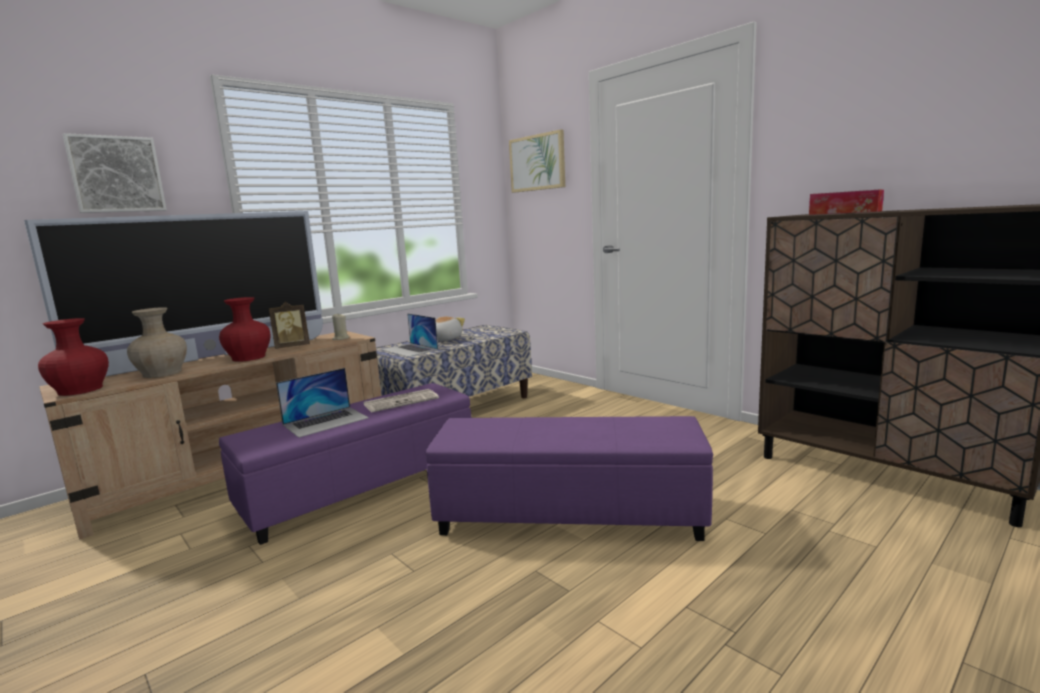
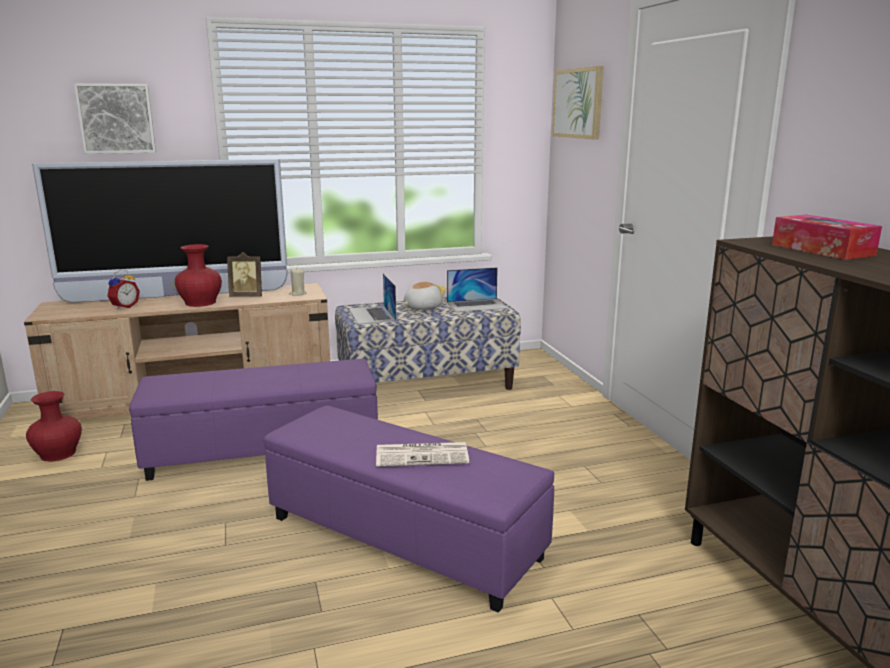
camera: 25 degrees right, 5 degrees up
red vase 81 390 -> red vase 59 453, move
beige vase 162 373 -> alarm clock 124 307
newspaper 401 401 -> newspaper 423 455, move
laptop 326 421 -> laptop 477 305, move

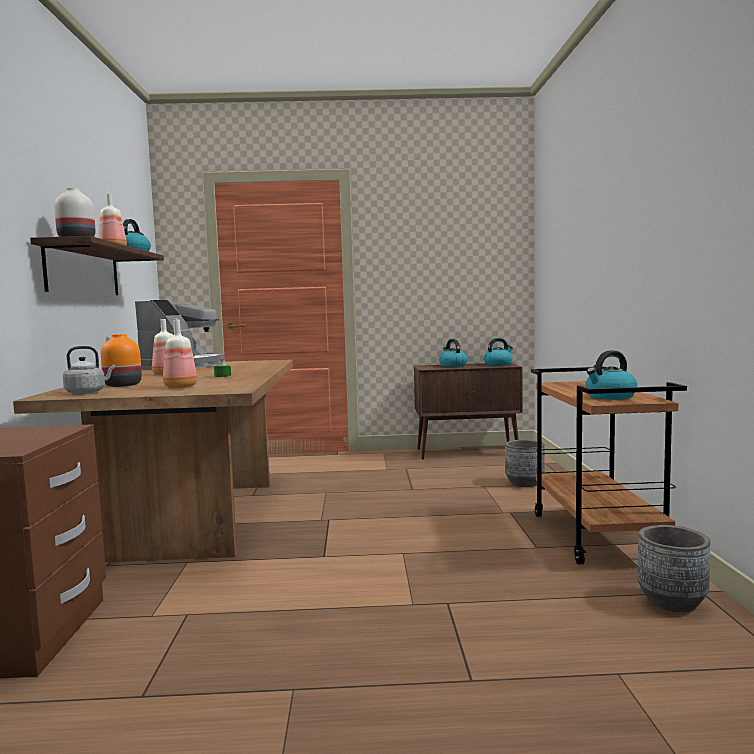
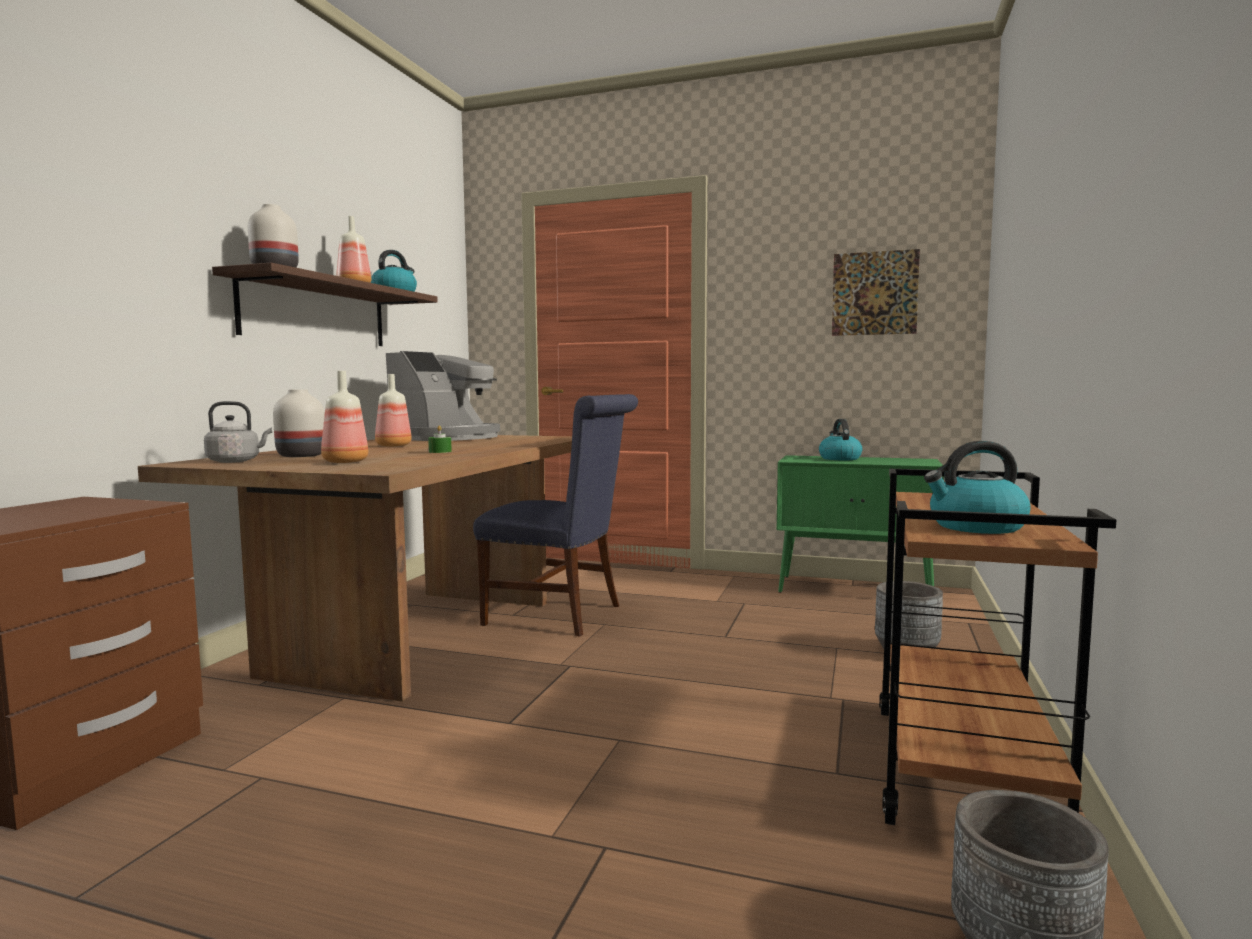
camera: 20 degrees right, 0 degrees up
orange vase 122 385 -> white vase 301 455
none -> blue chair 562 615
brown cabinet 468 452 -> green cabinet 856 590
none -> picture 874 293
kettle 498 364 -> none

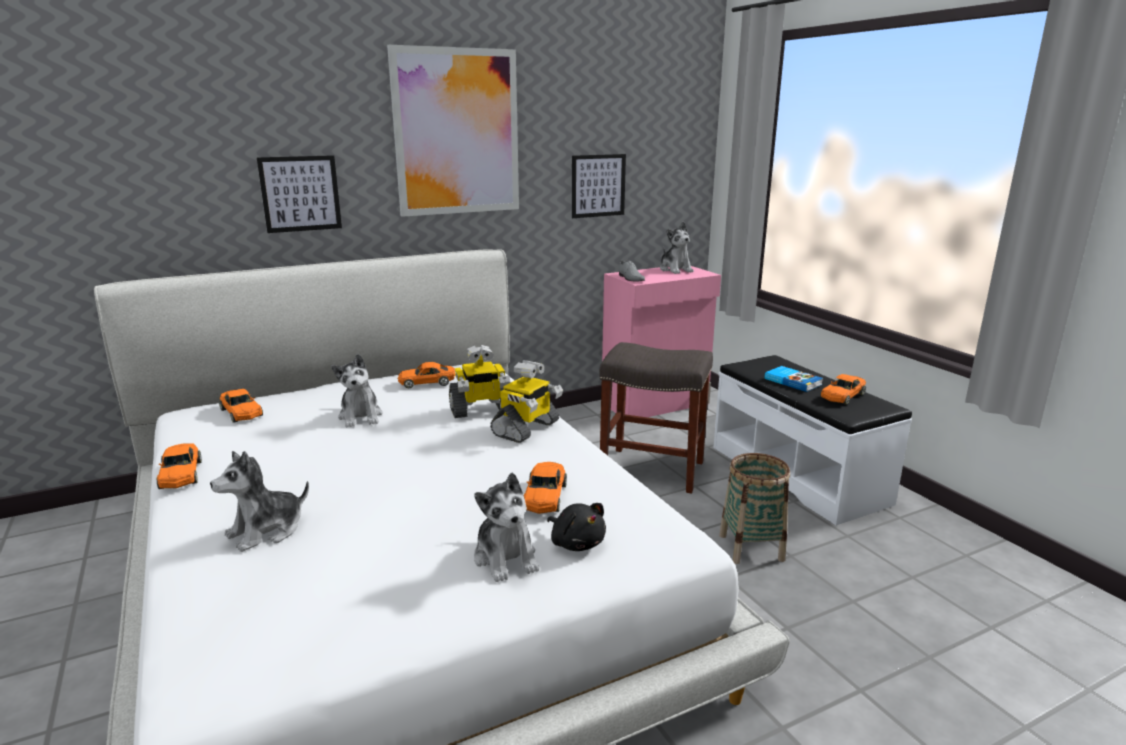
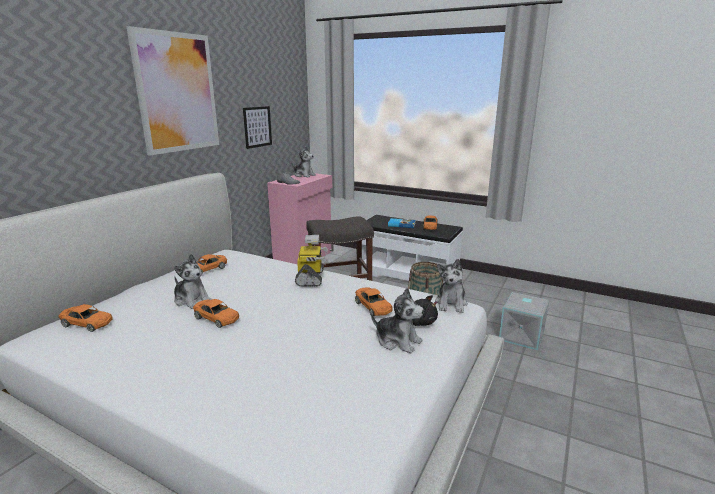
camera: 35 degrees left, 0 degrees up
orange toy car 180 474 -> orange toy car 216 318, move
plush toy 266 531 -> plush toy 451 304, move
none -> grey storage box 522 336
picture 300 193 -> none
toy robot 481 410 -> none

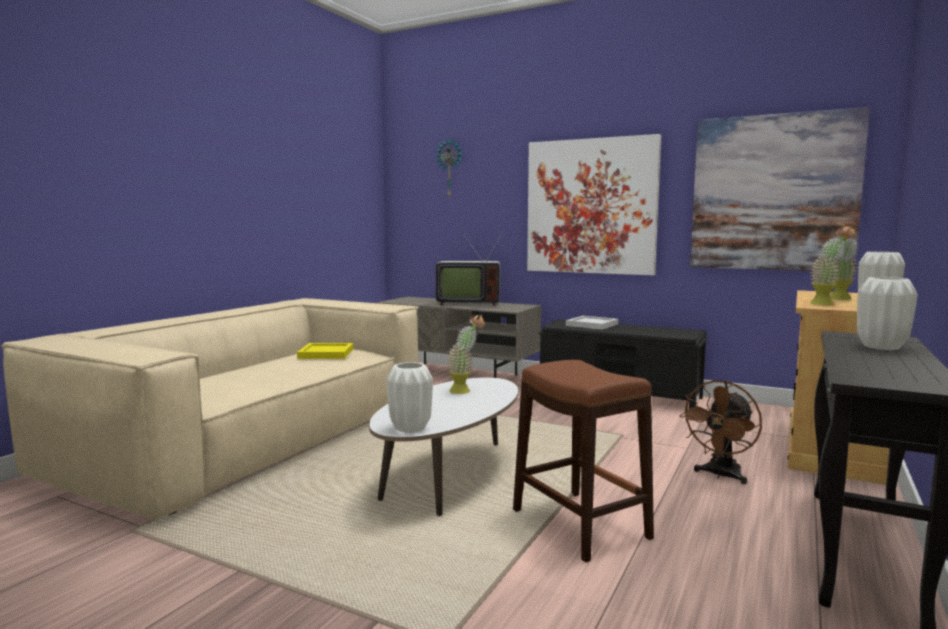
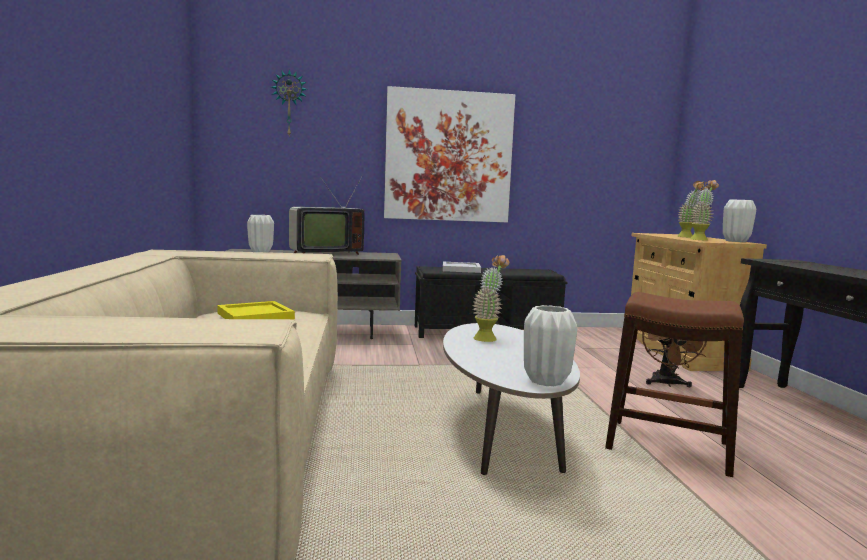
camera: 35 degrees left, 0 degrees up
white vase 881 347 -> white vase 260 251, move
picture 773 193 -> none

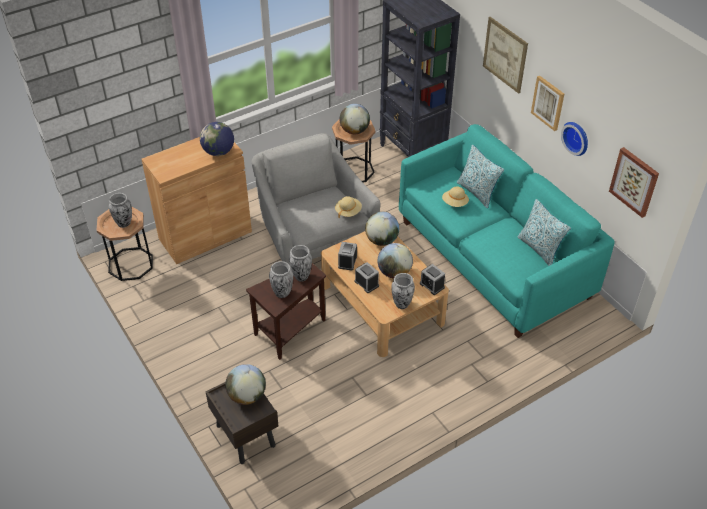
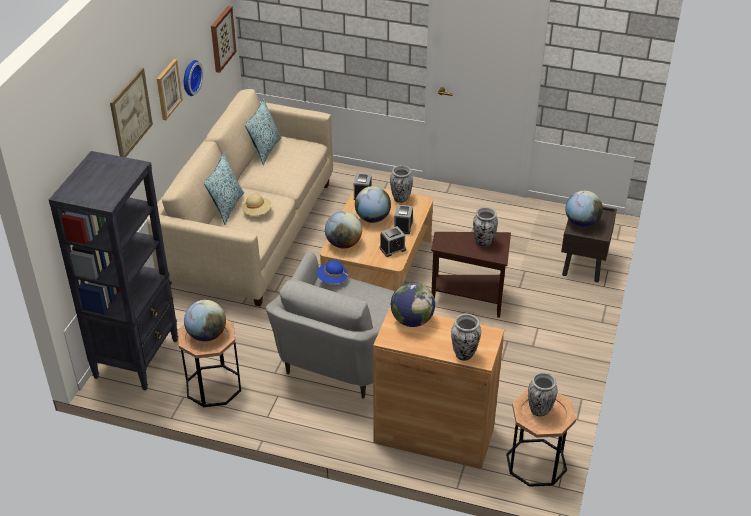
camera: 130 degrees left, 5 degrees down
turquoise sofa 493 259 -> beige sofa 250 232
beige hat 348 211 -> blue hat 332 279
vase 301 276 -> vase 464 354, move

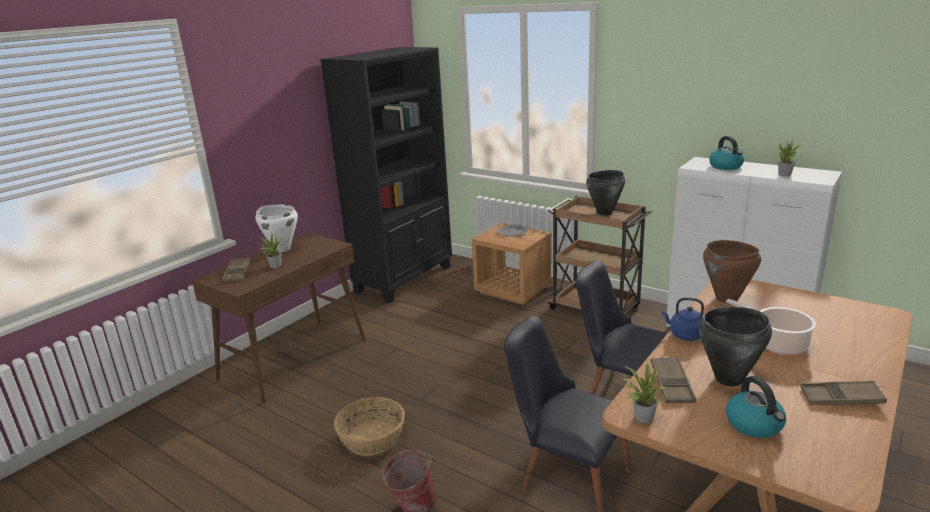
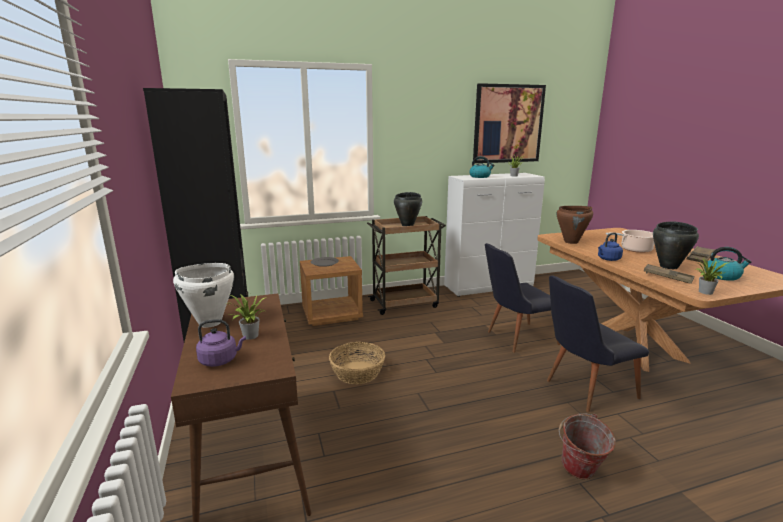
camera: 55 degrees left, 5 degrees down
brown tray 237 273 -> purple kettle 220 360
basket 371 438 -> basket 357 373, move
none -> picture 508 124

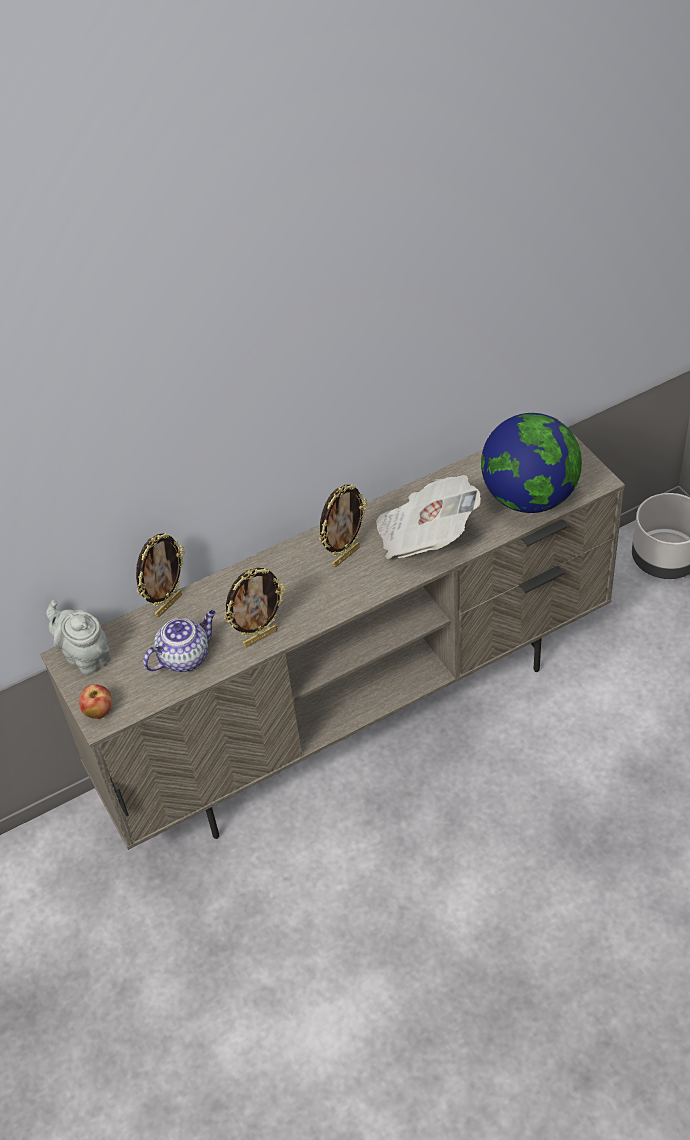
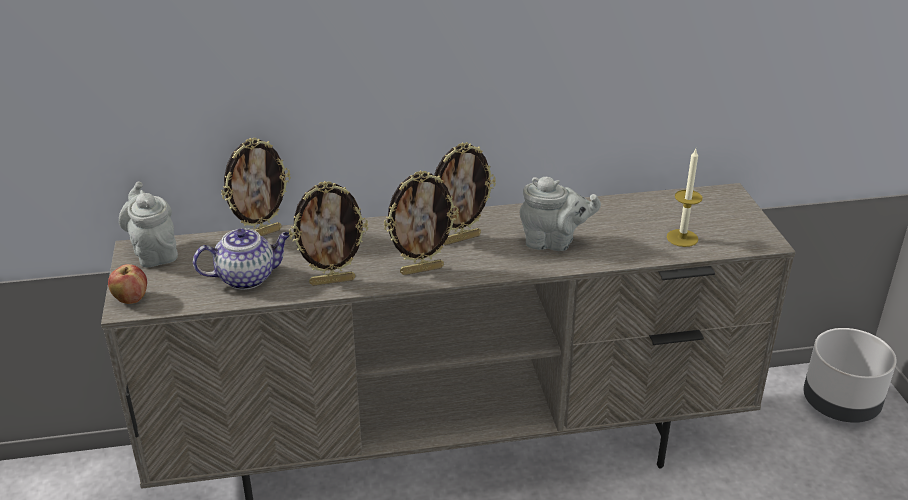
camera: 15 degrees right, 15 degrees down
none -> picture frame 421 269
newspaper 425 536 -> grey teapot 553 242
globe 529 497 -> candle 682 238

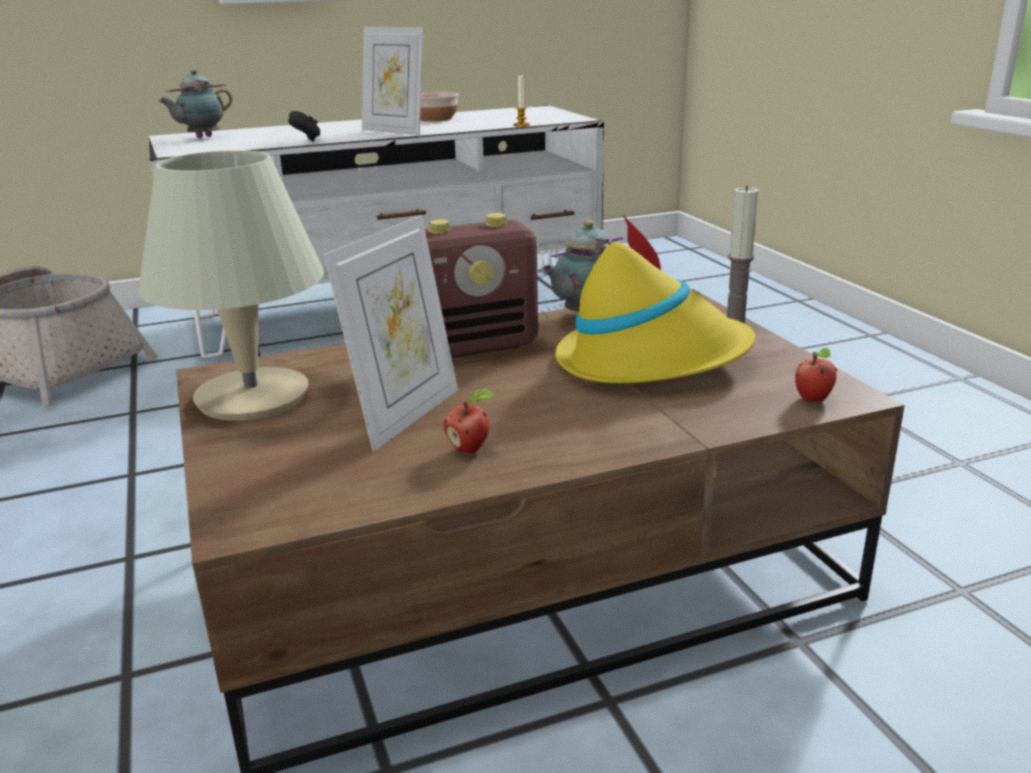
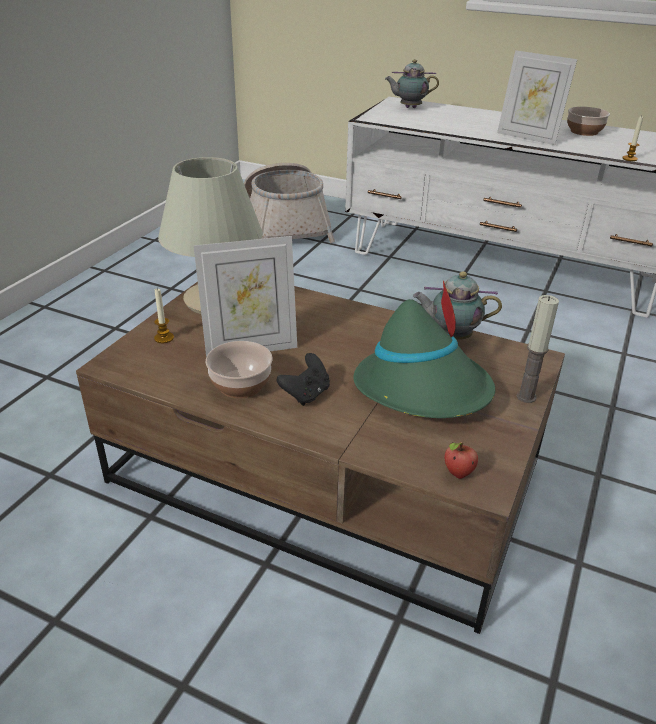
camera: 45 degrees right, 10 degrees up
none -> candle 164 338
apple 470 449 -> bowl 241 384
black game controller 306 139 -> black game controller 306 394, move
yellow hat 651 361 -> green hat 423 389
picture frame 395 131 -> picture frame 528 137, 45 degrees counterclockwise
radio 475 346 -> none

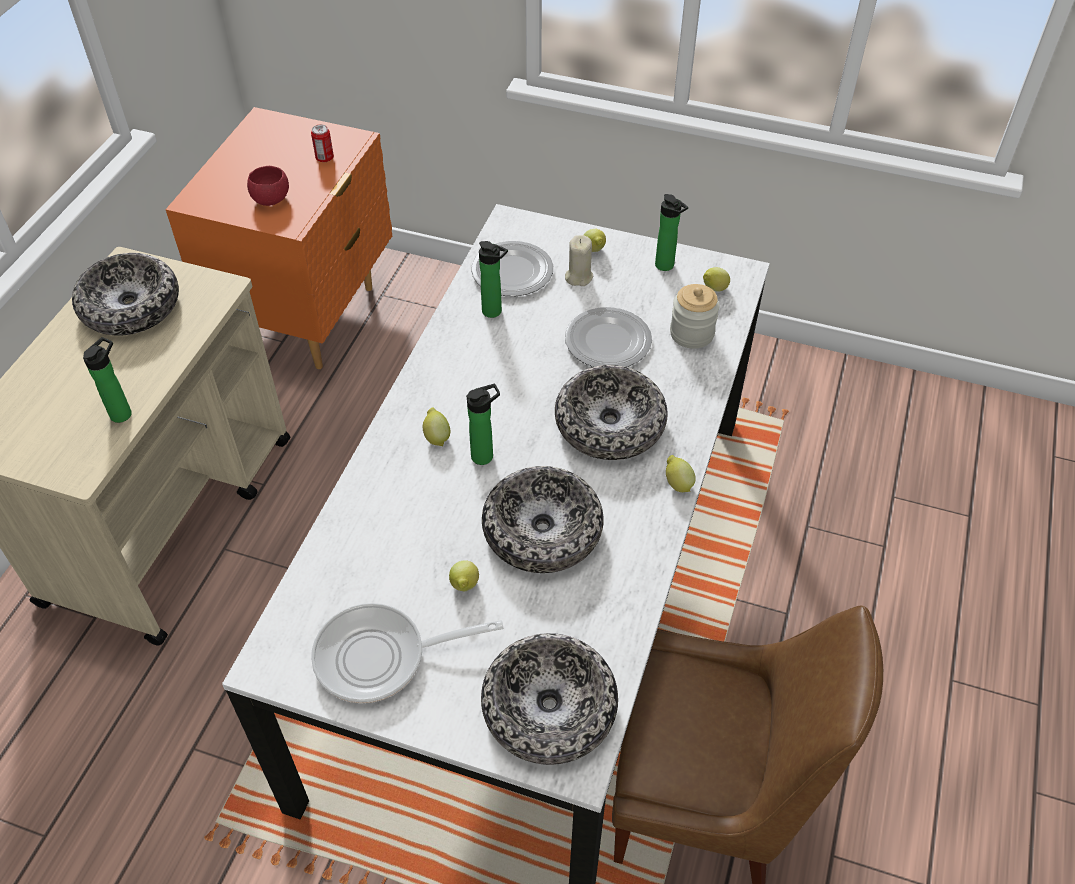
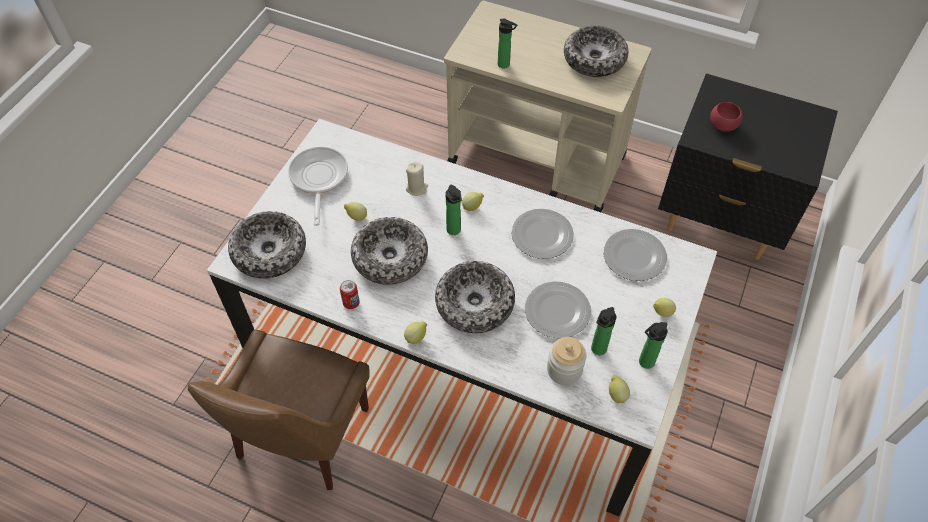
camera: 95 degrees right, 5 degrees up
can 324 158 -> can 351 303, move
beige candle 578 277 -> beige candle 417 188, move
none -> plate 541 234
bottle 494 312 -> bottle 597 350, move
orange nightstand 308 317 -> black nightstand 720 221

